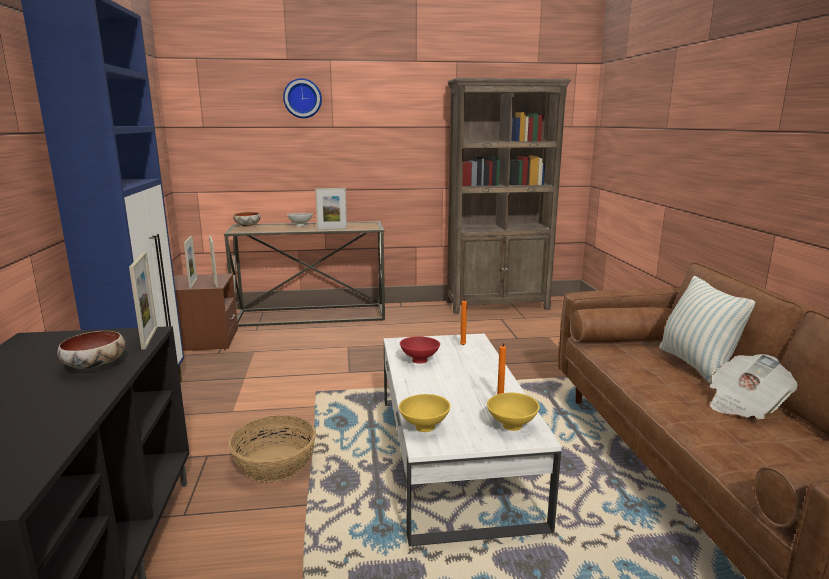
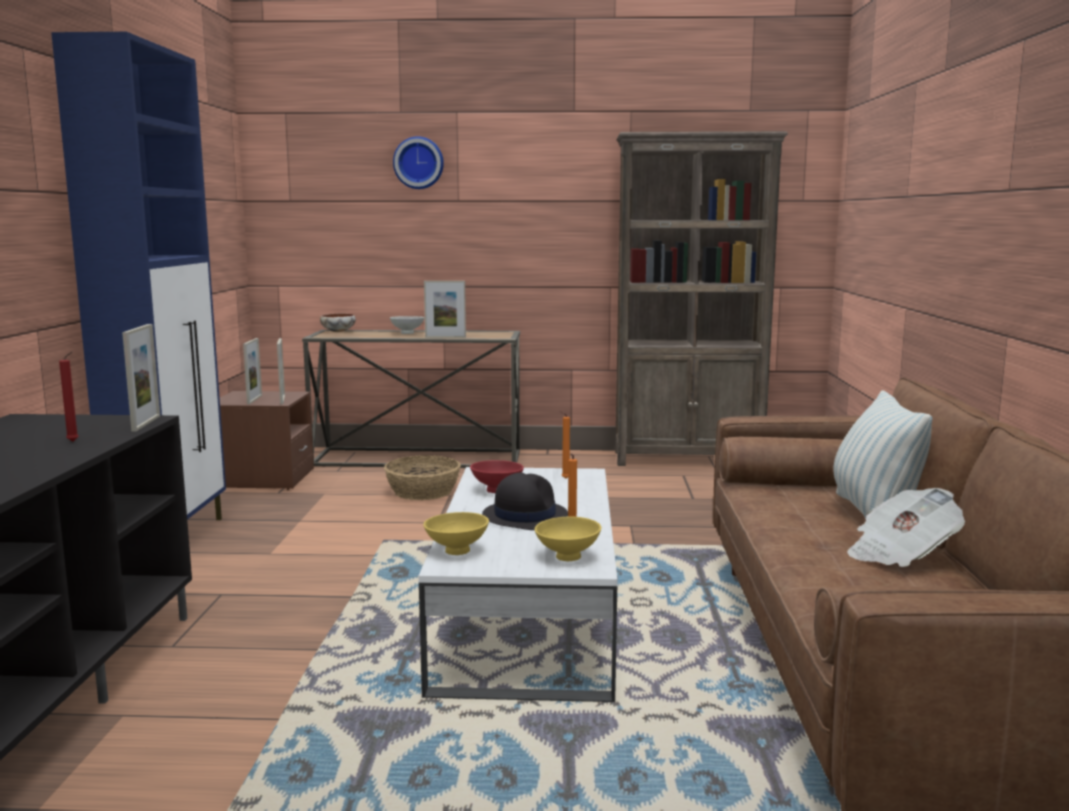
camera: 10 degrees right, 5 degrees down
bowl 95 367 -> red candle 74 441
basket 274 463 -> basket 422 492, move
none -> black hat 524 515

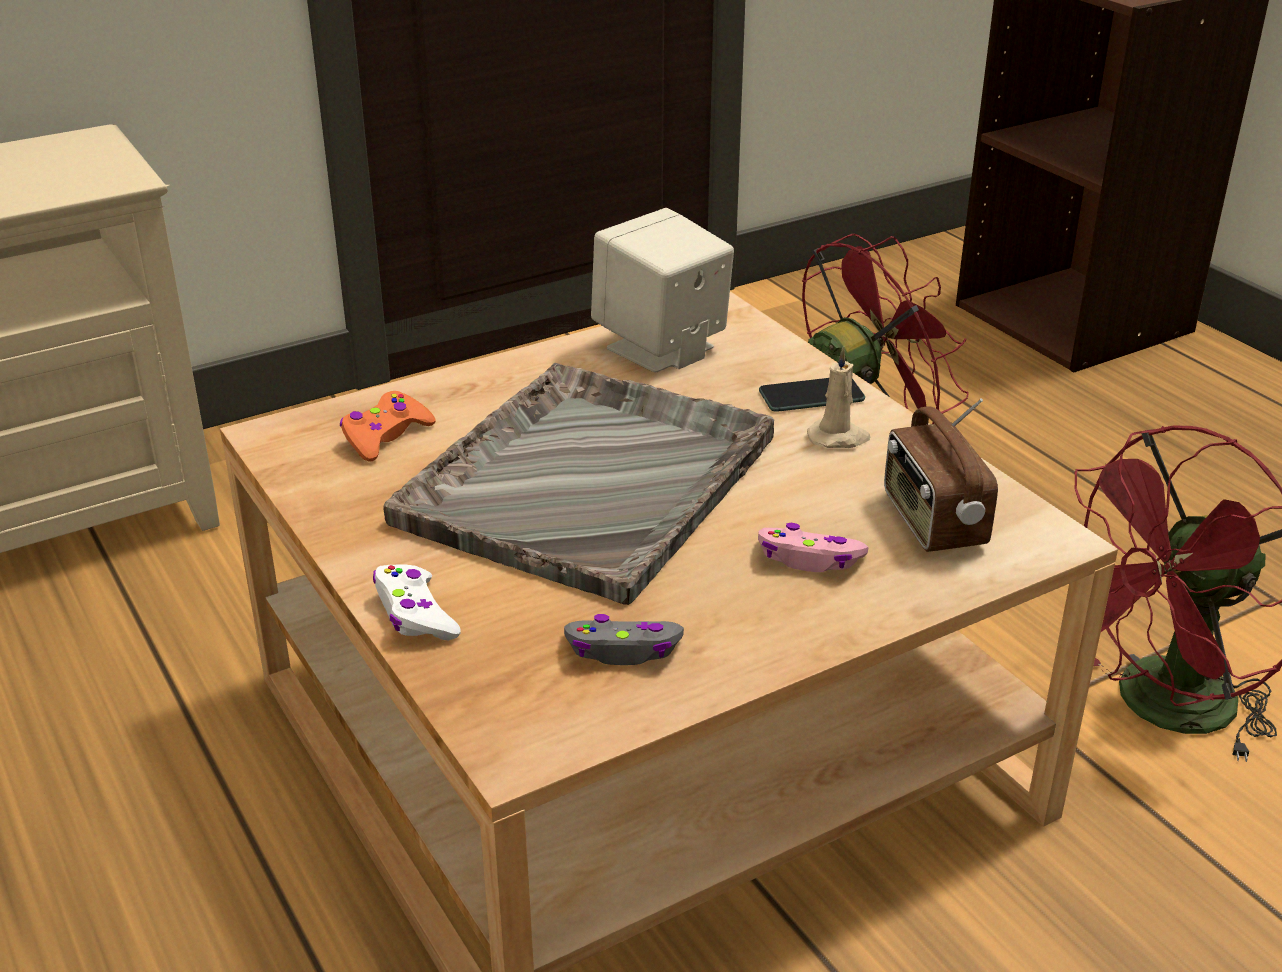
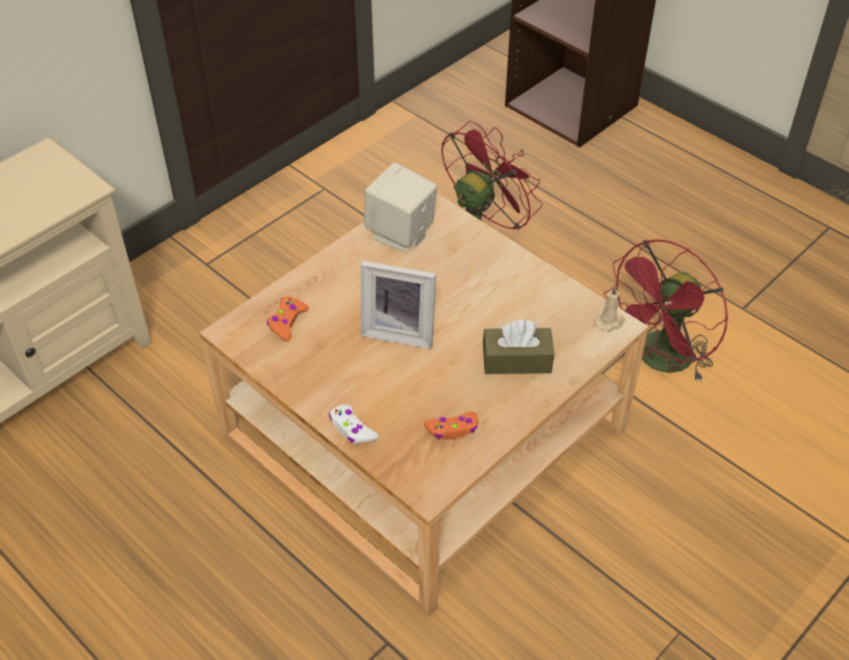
camera: 15 degrees left, 15 degrees up
grey tray 590 479 -> picture frame 399 331
grey game controller 623 650 -> orange game controller 453 429
pink game controller 809 559 -> brown tissue box 517 360
beige candle 838 438 -> beige candle 609 322, move
phone 811 396 -> none
radio 931 522 -> none

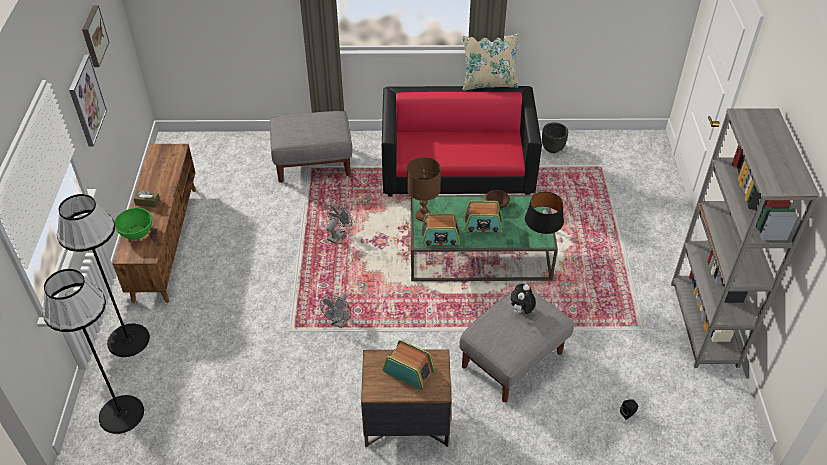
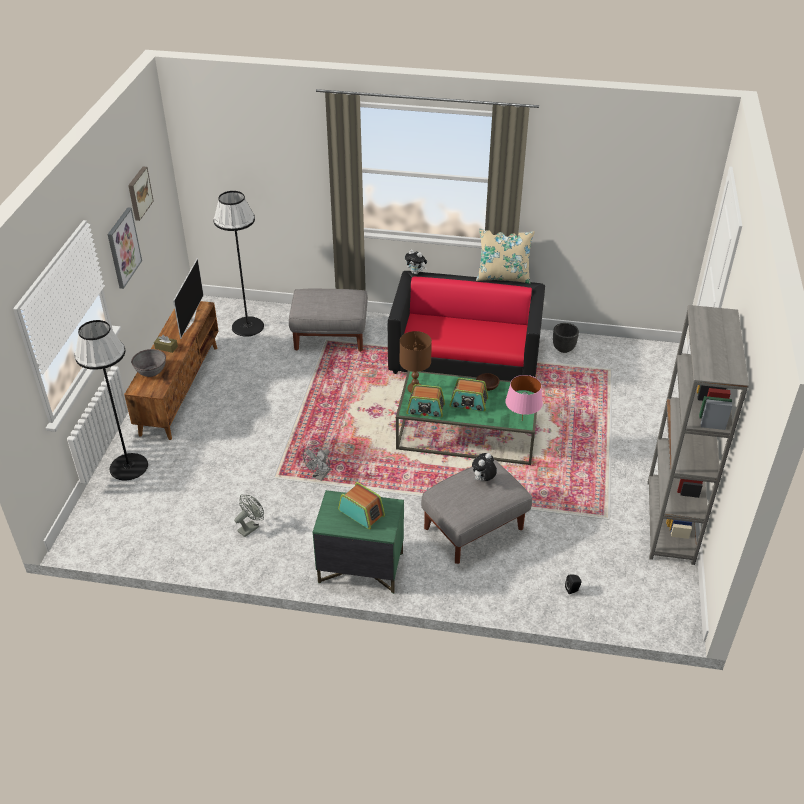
camera: 10 degrees right, 5 degrees down
green bowl 137 232 -> grey bowl 151 371
none -> television 190 321
black floor lamp 121 414 -> black floor lamp 247 326, move
grey fan 338 234 -> grey fan 251 527, move
brown nightstand 406 422 -> green nightstand 360 568
none -> plush toy 416 272
black table lamp 541 237 -> pink table lamp 522 420

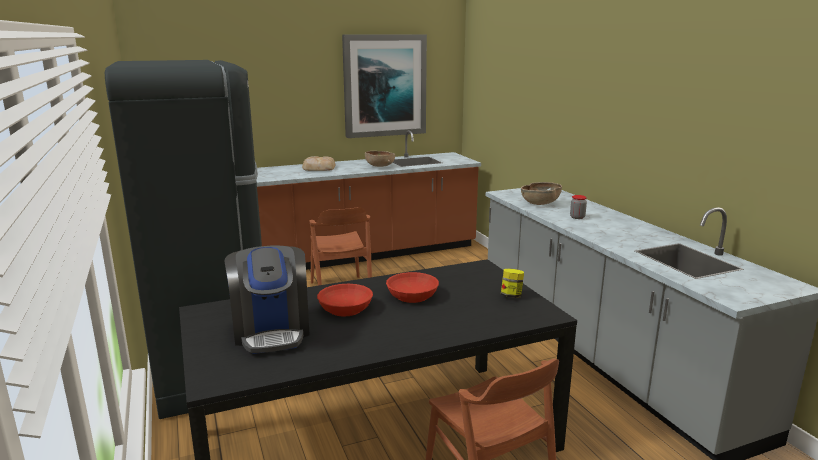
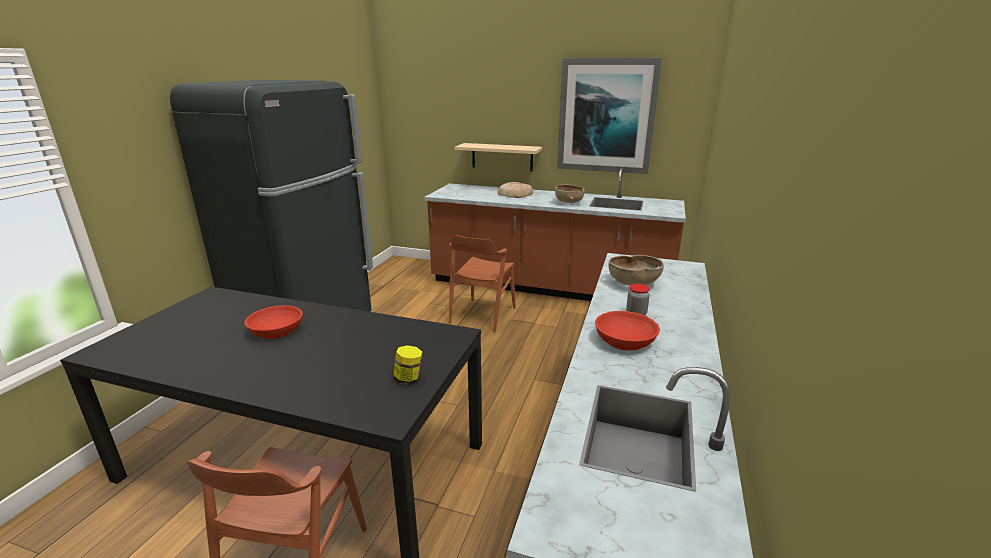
camera: 40 degrees right, 5 degrees up
none -> beige shelf 502 157
red bowl 412 295 -> red bowl 625 340, move
coffee machine 272 331 -> none

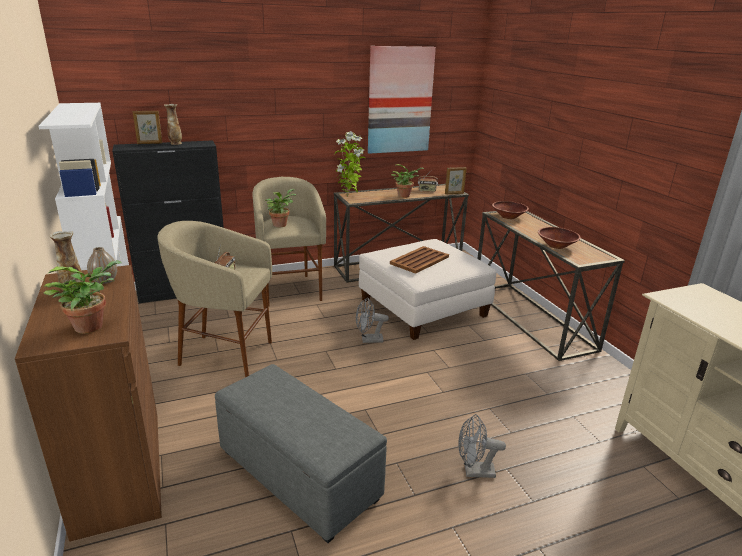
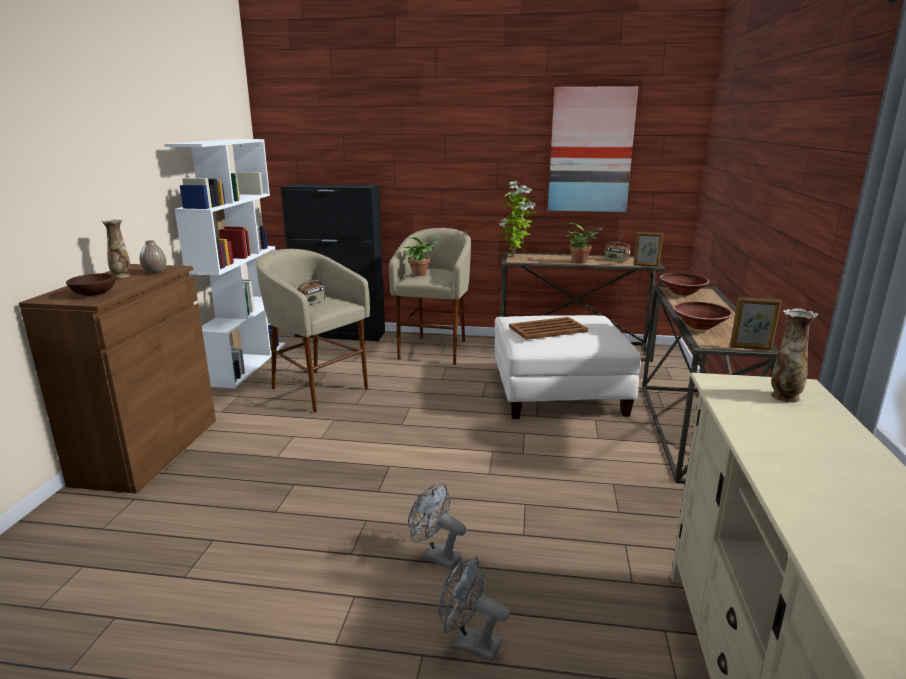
camera: 30 degrees right, 5 degrees down
potted plant 92 325 -> brown bowl 94 294
grey fan 368 340 -> grey fan 469 644, move
picture frame 150 143 -> picture frame 750 348, move
vase 175 143 -> vase 784 396, move
grey ottoman 297 474 -> none

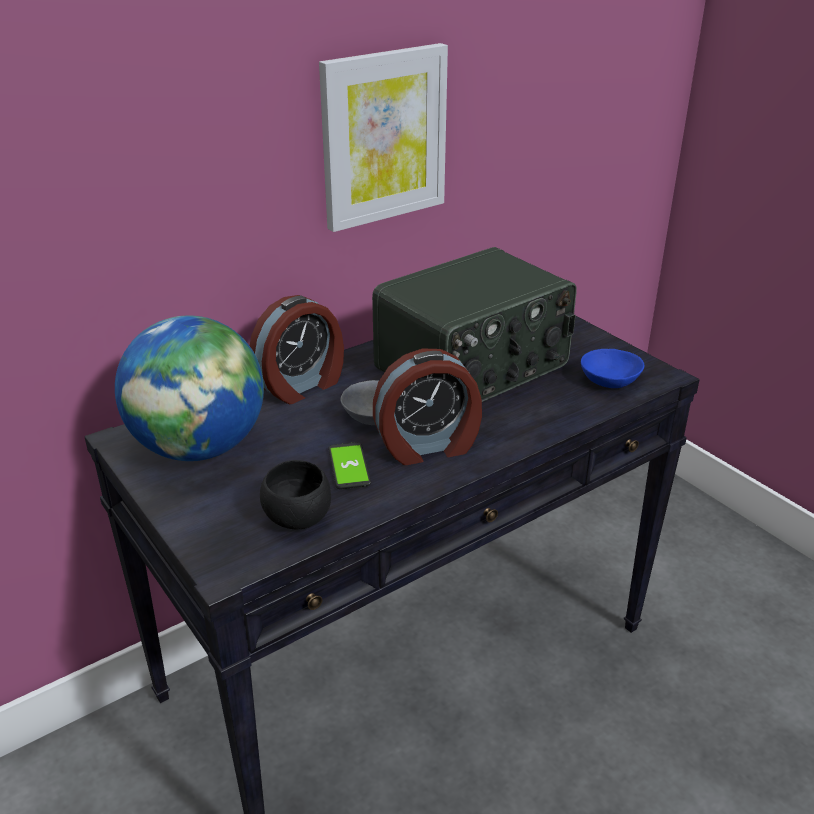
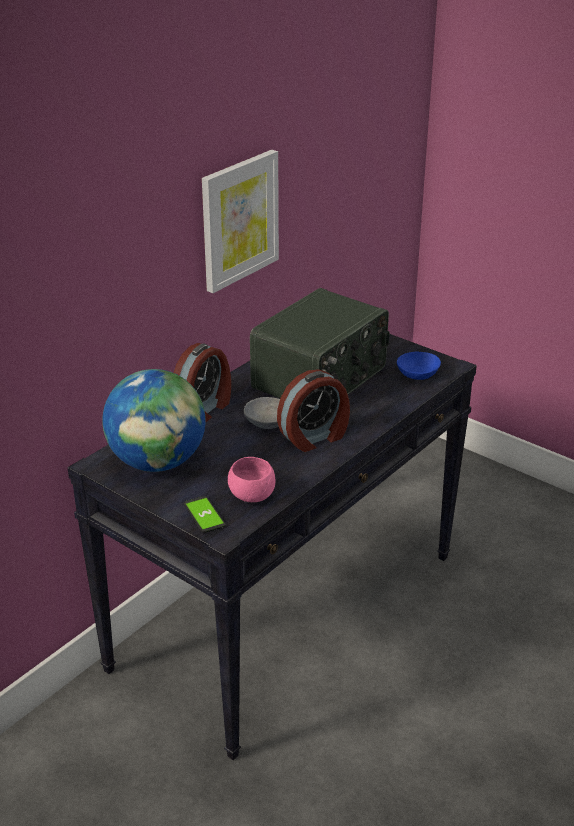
camera: 15 degrees left, 0 degrees up
phone 349 467 -> phone 204 515, move
black bowl 297 518 -> pink bowl 251 495

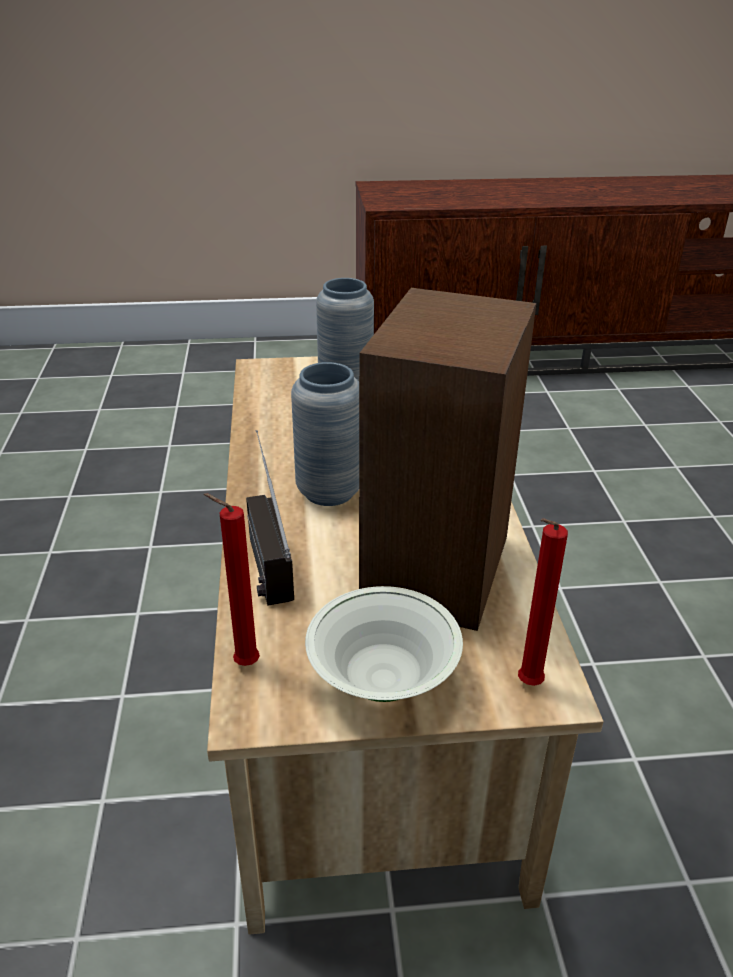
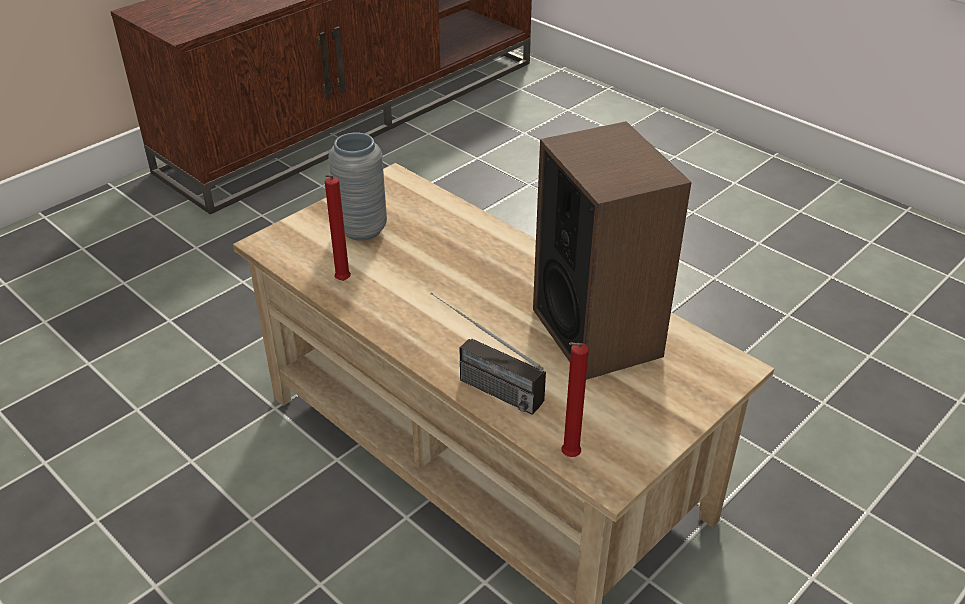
camera: 40 degrees left, 5 degrees up
red candle 526 685 -> red candle 342 282, move
grey vase 329 492 -> none
white bowl 383 680 -> none

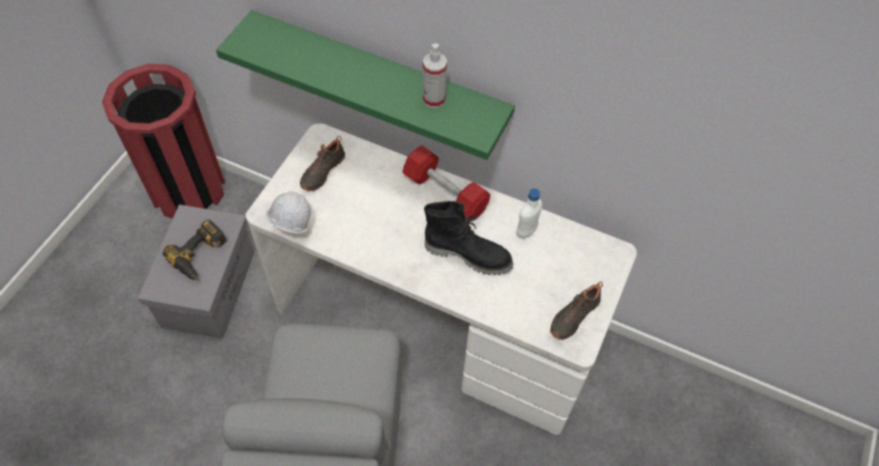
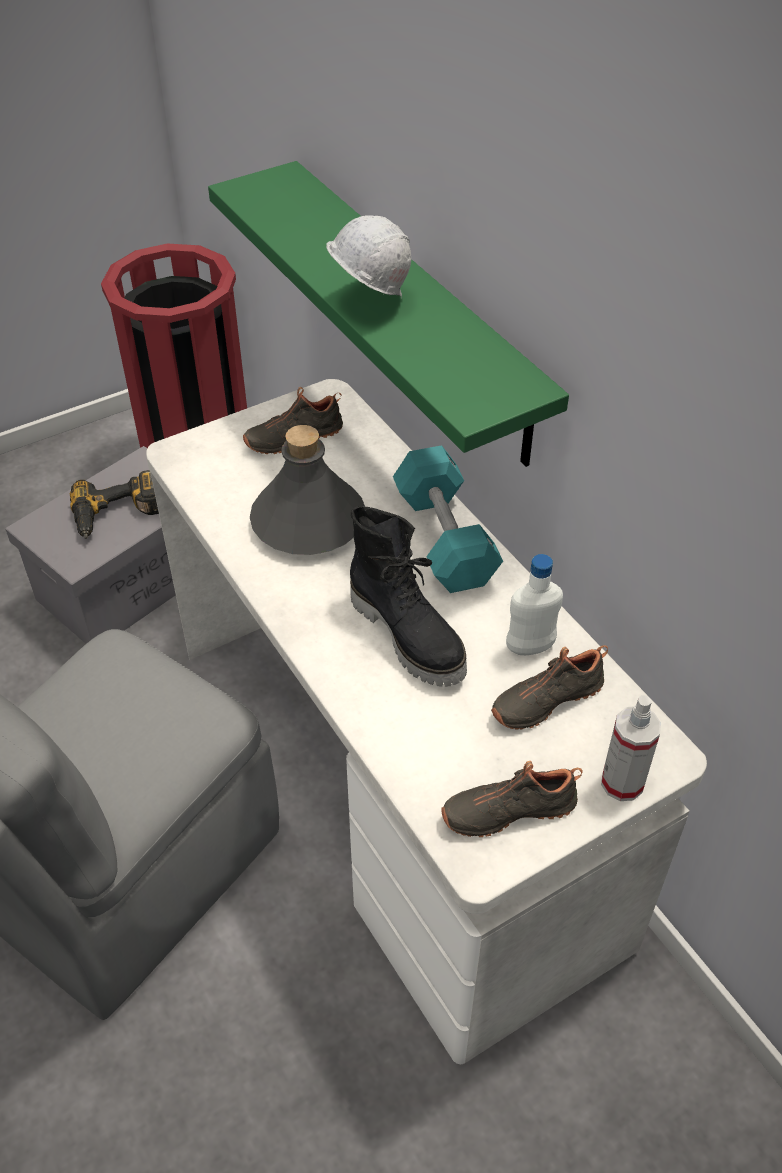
camera: 35 degrees right, 10 degrees down
none -> grey bottle 307 522
white hard hat 291 229 -> white hard hat 368 302, move
red dumbbell 445 193 -> turquoise dumbbell 444 538
none -> black shoe 545 698
spray bottle 434 99 -> spray bottle 622 783, move

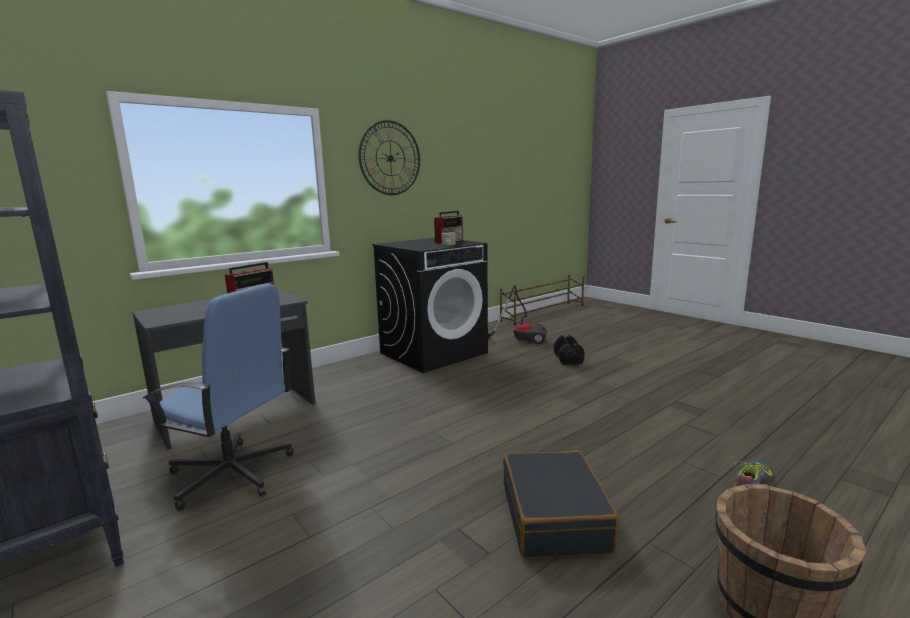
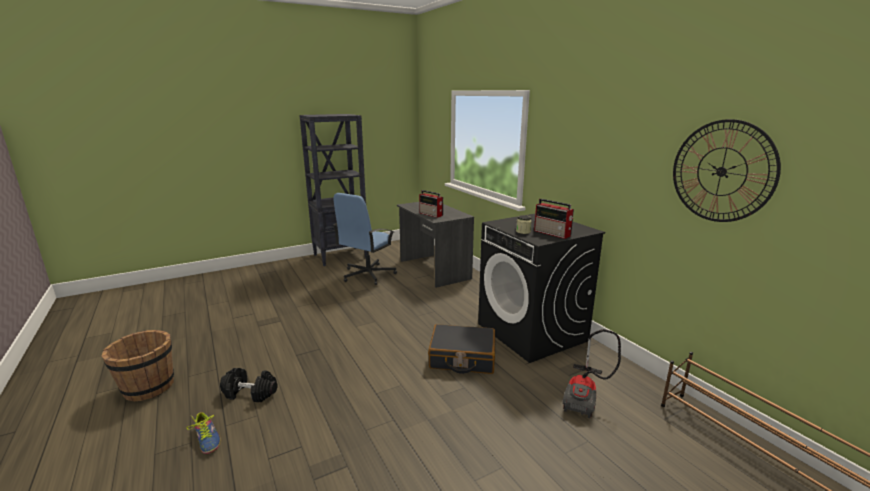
camera: 100 degrees right, 5 degrees up
black dumbbell 568 359 -> black dumbbell 250 393, move
black suitcase 554 517 -> black suitcase 462 358, move
wall clock 390 158 -> wall clock 721 171, move

